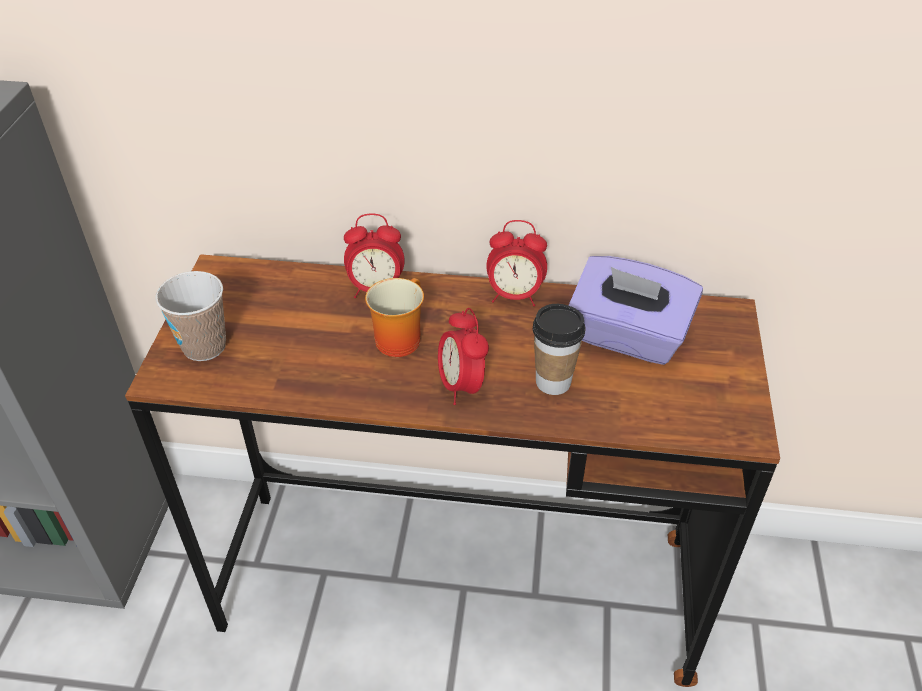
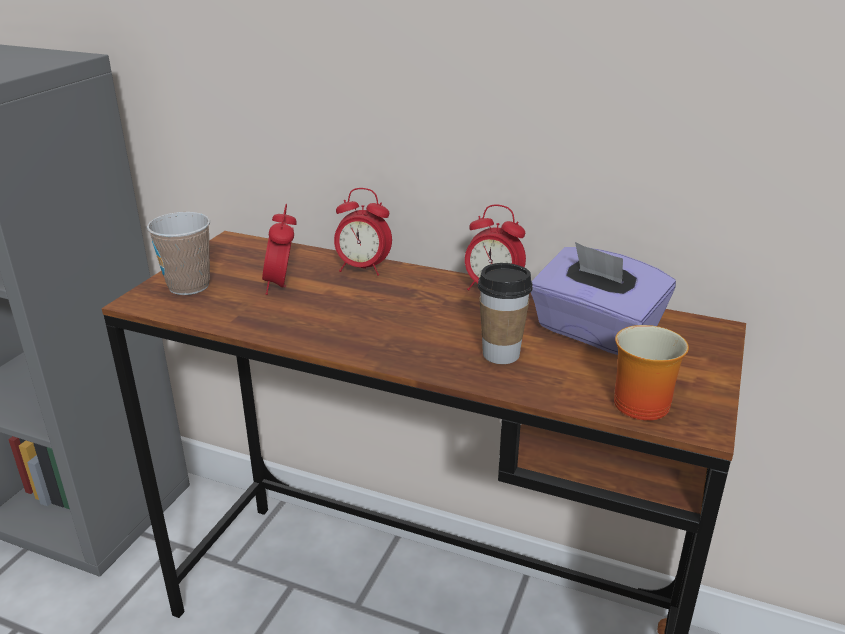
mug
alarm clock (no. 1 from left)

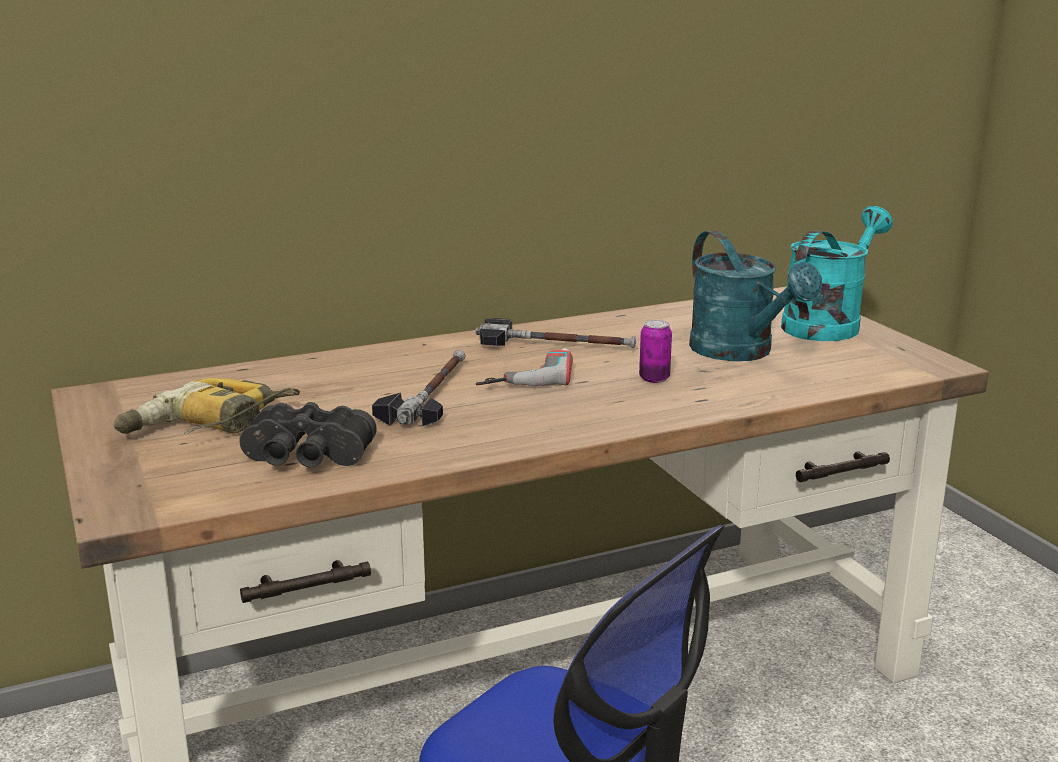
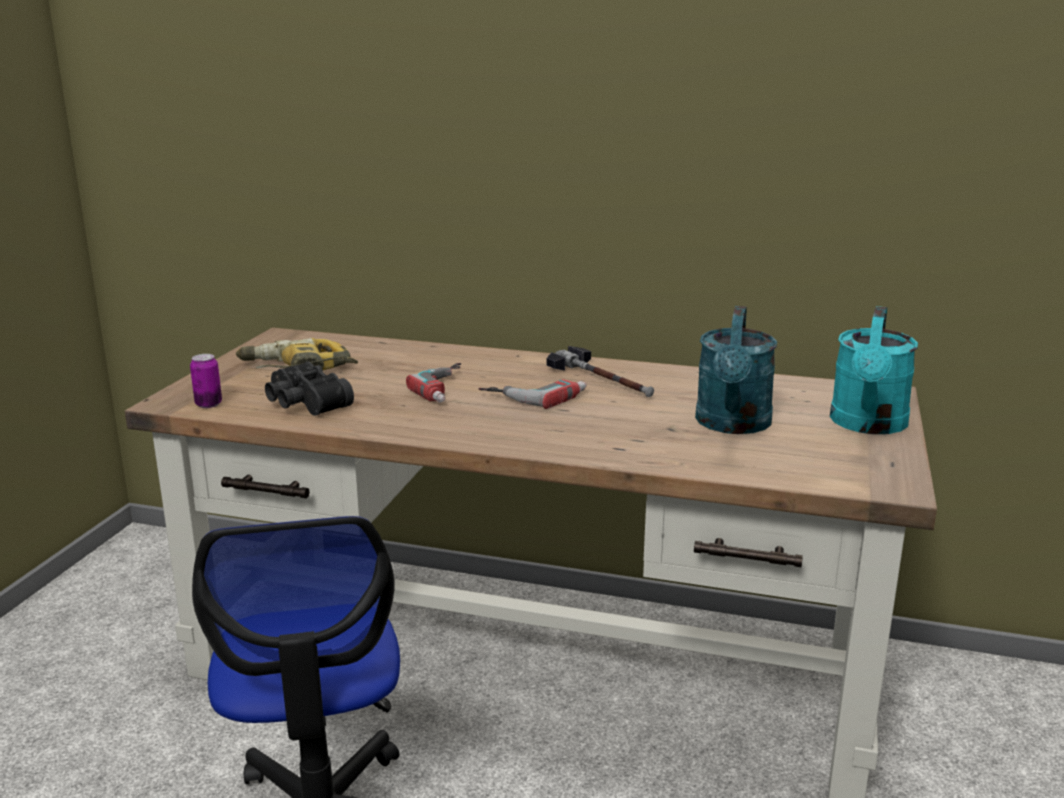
can
power drill (no. 2 from left)
watering can (turquoise) (no. 2 from left)

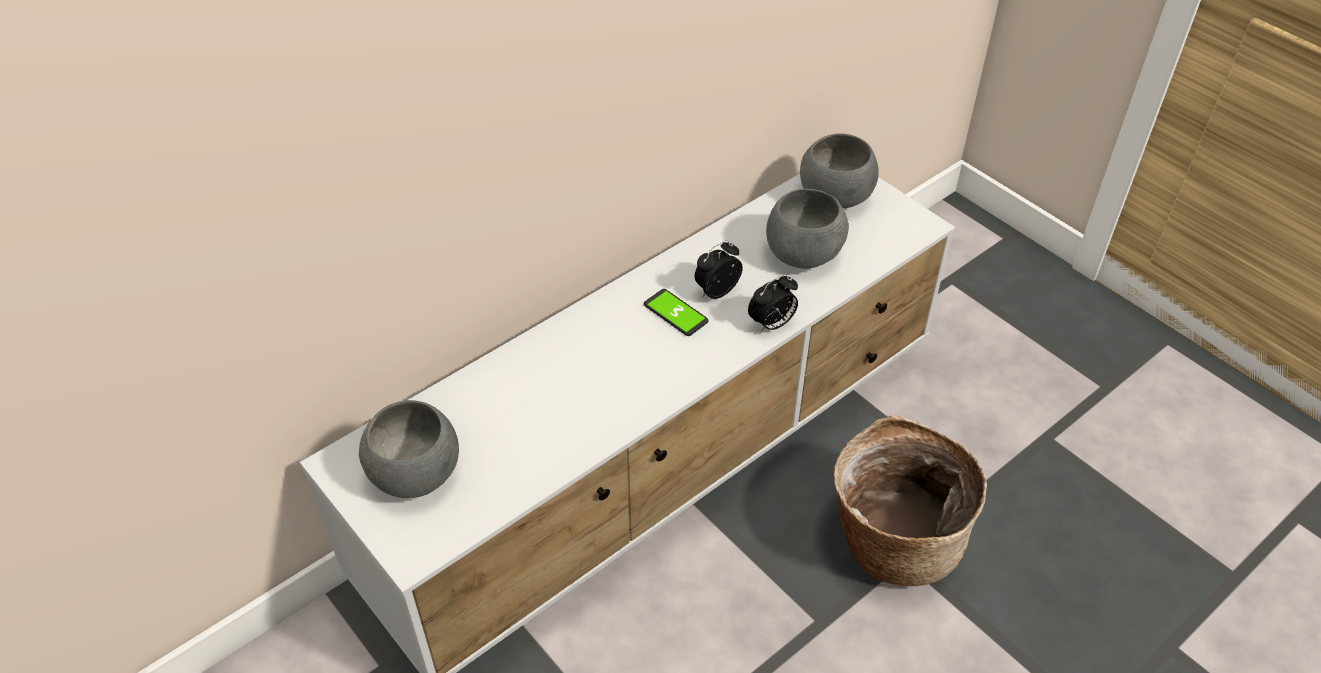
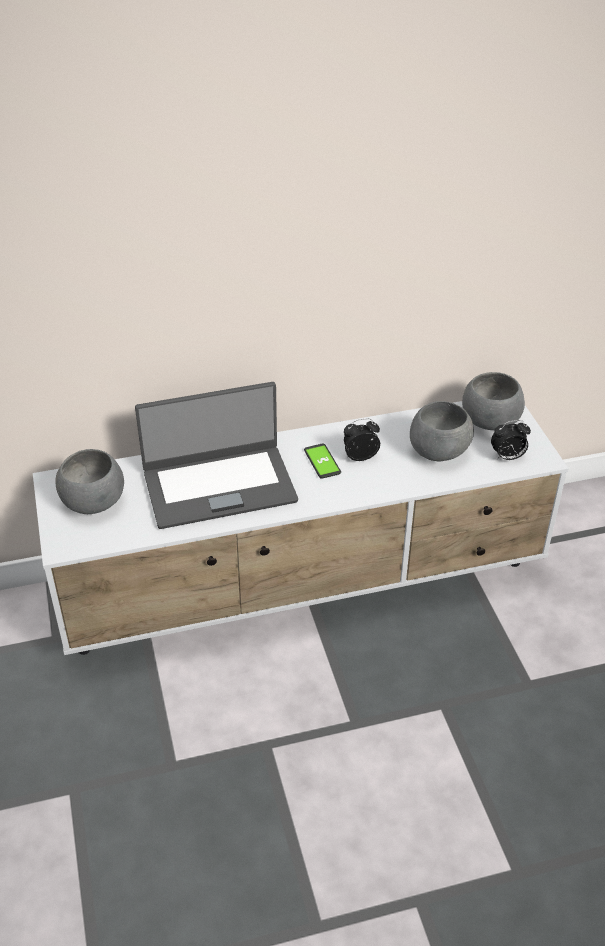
basket
laptop
alarm clock (no. 2 from left)

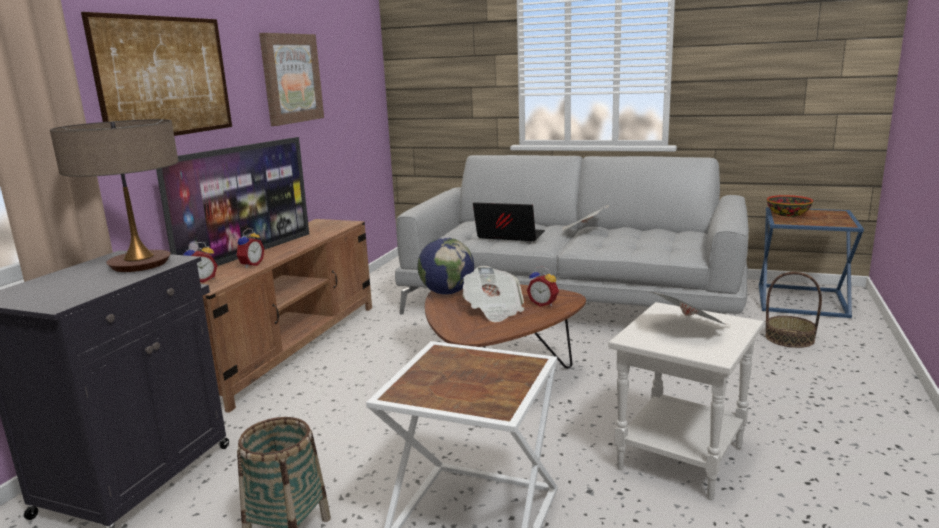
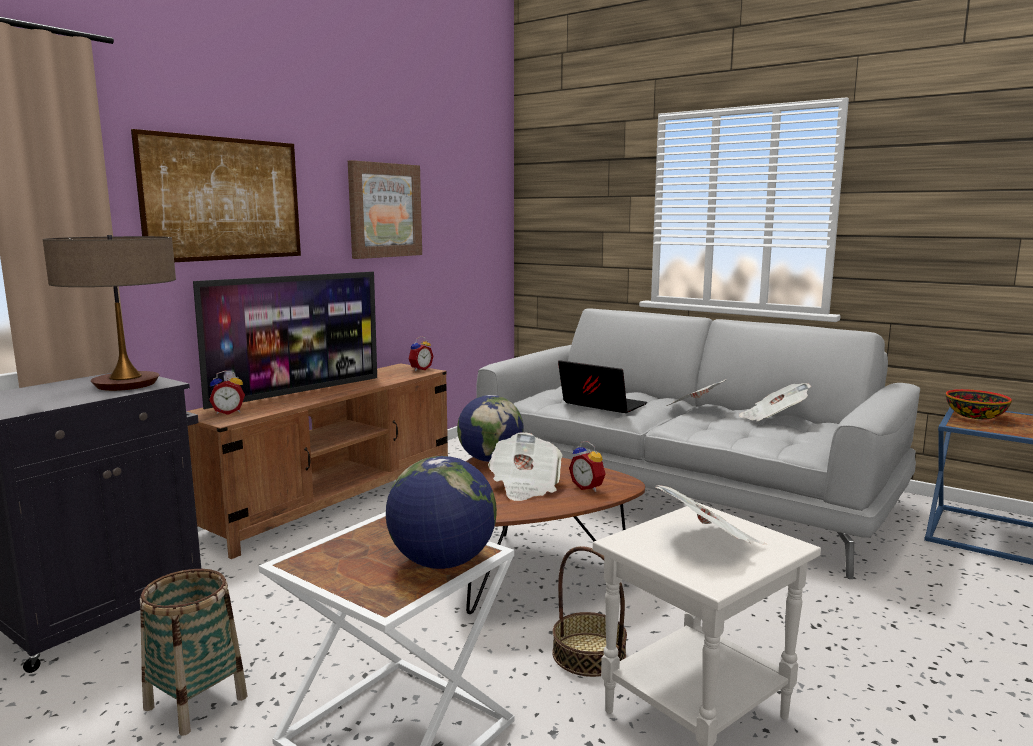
globe (no. 1 from left)
newspaper (no. 4 from left)
alarm clock (no. 2 from left)
basket (no. 2 from left)

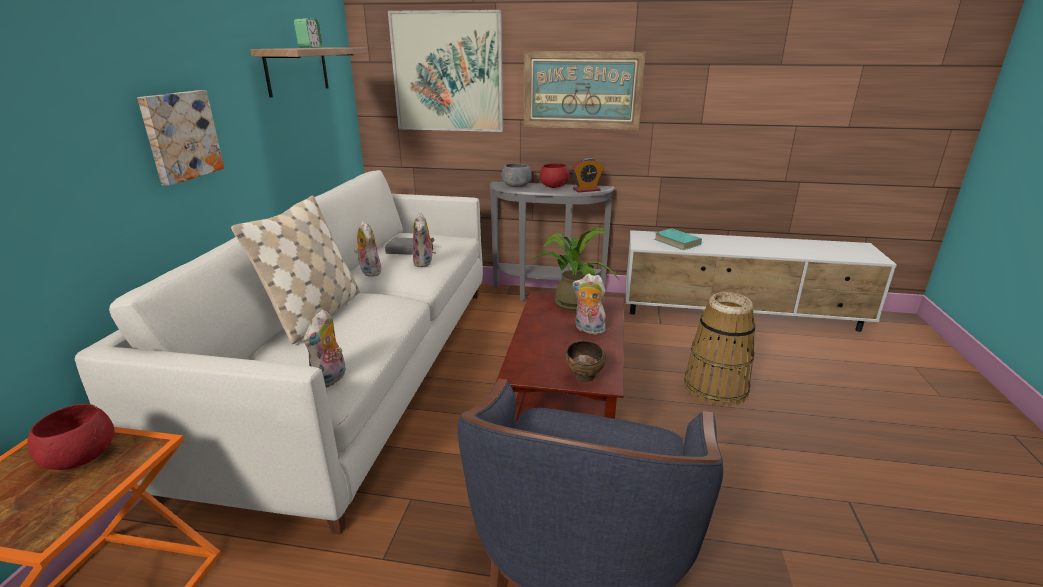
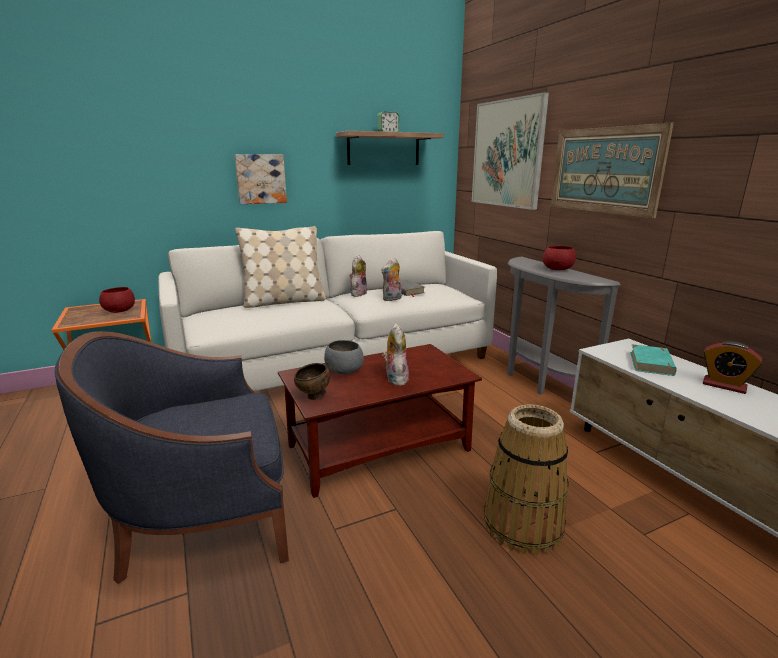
plush toy (no. 1 from left in the first image)
potted plant
bowl (grey)
alarm clock (no. 2 from left)

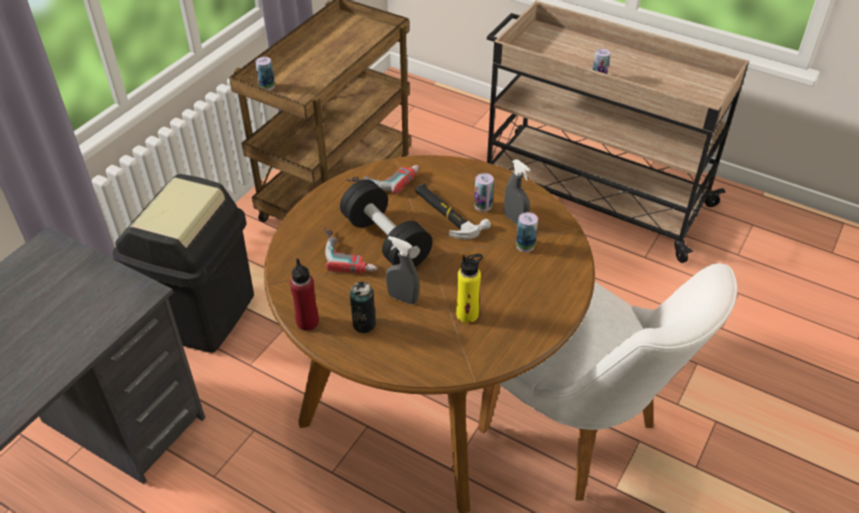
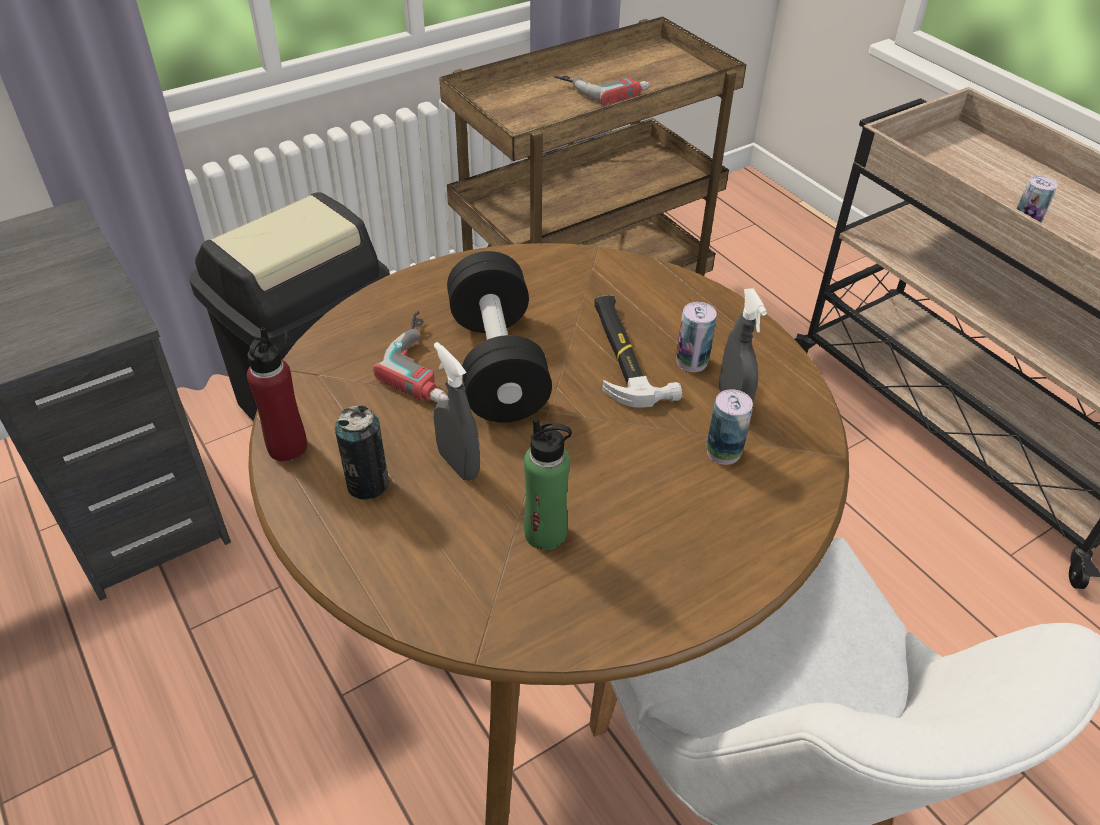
can (no. 1 from left in the first image)
power drill (no. 2 from left)
bottle (green)

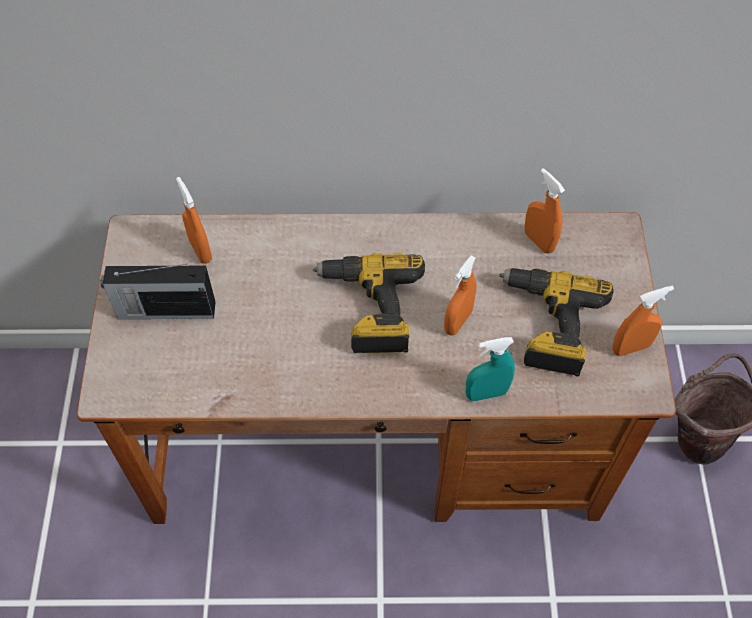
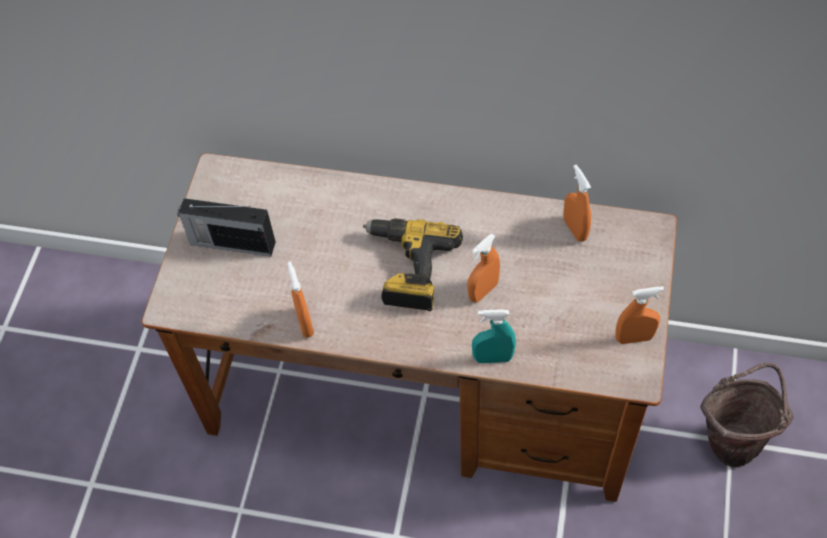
power drill (no. 2 from left in the first image)
spray bottle (orange) (no. 1 from left)

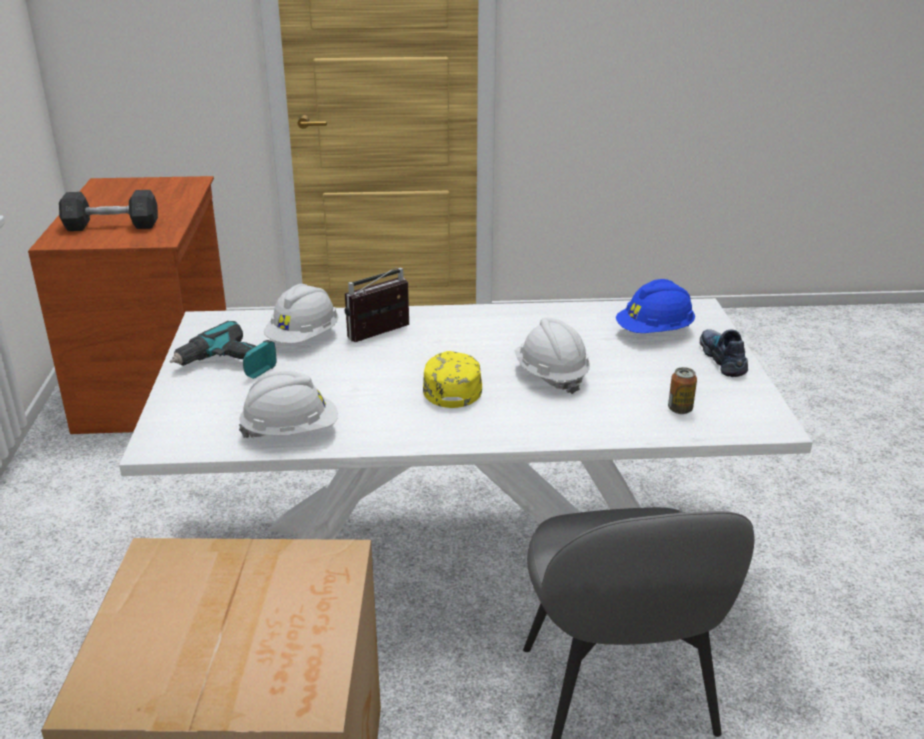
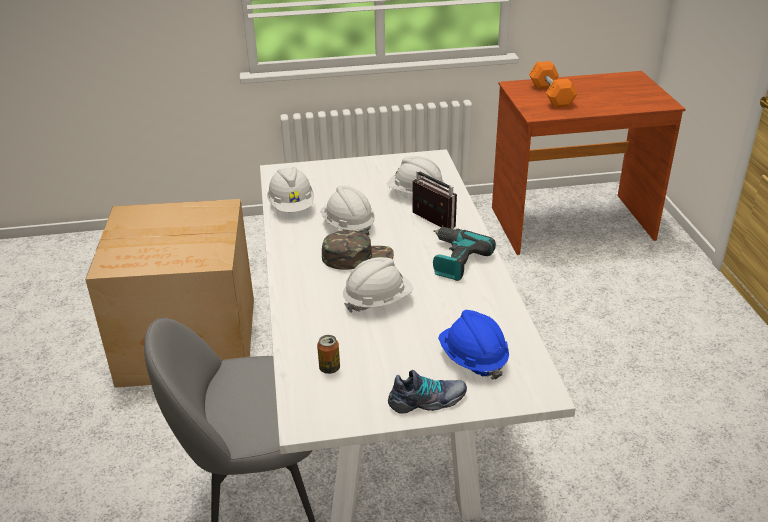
hard hat (white) (no. 2 from left)
power drill
dumbbell (orange)
cap (green)

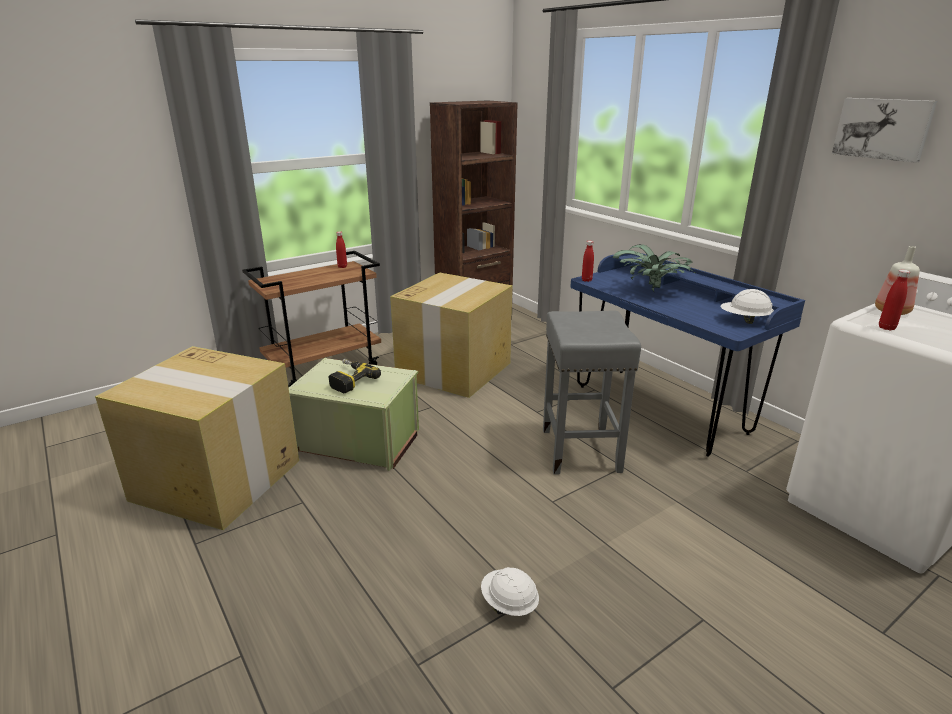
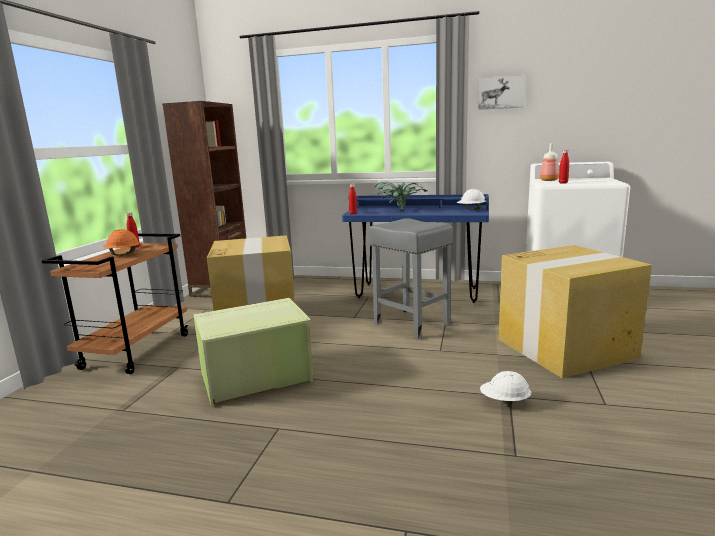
power drill
hard hat (orange)
cardboard box (no. 2 from left)

